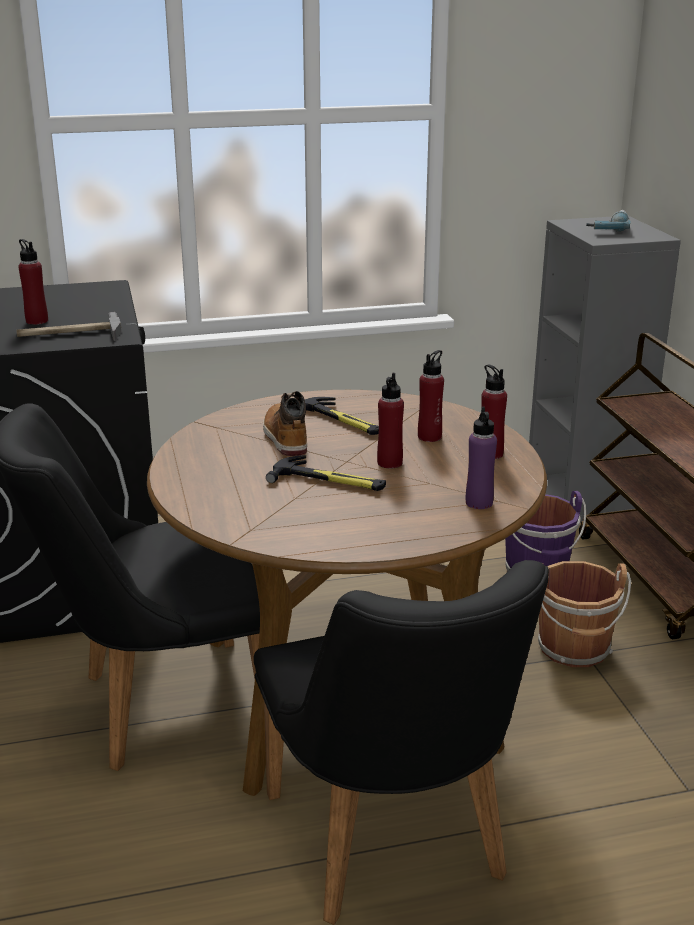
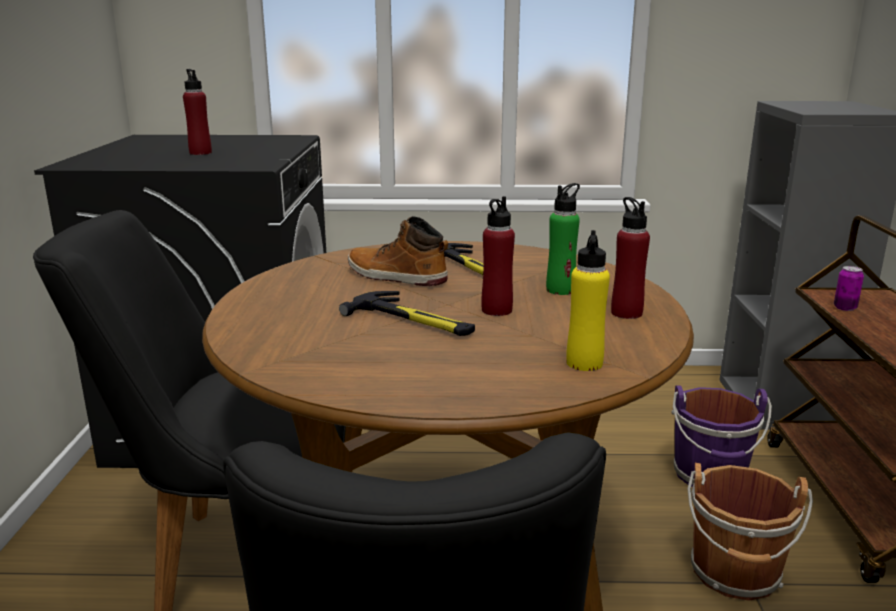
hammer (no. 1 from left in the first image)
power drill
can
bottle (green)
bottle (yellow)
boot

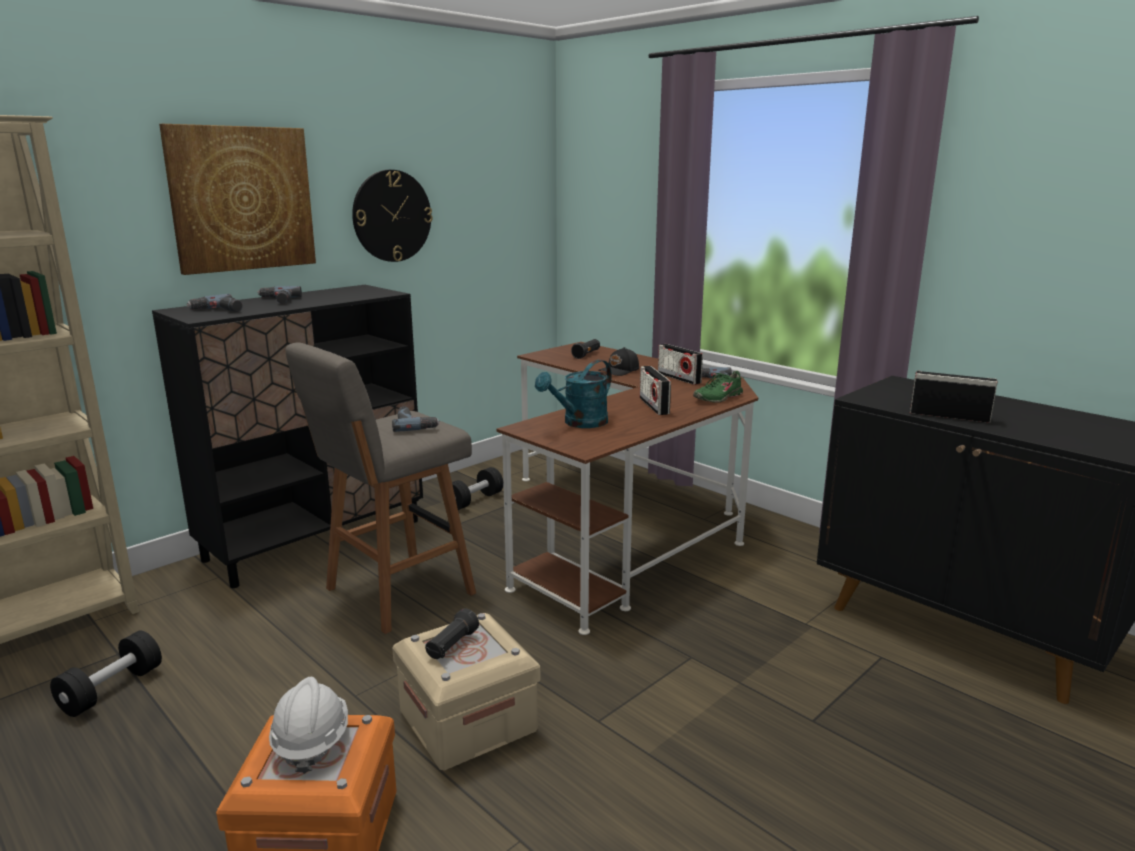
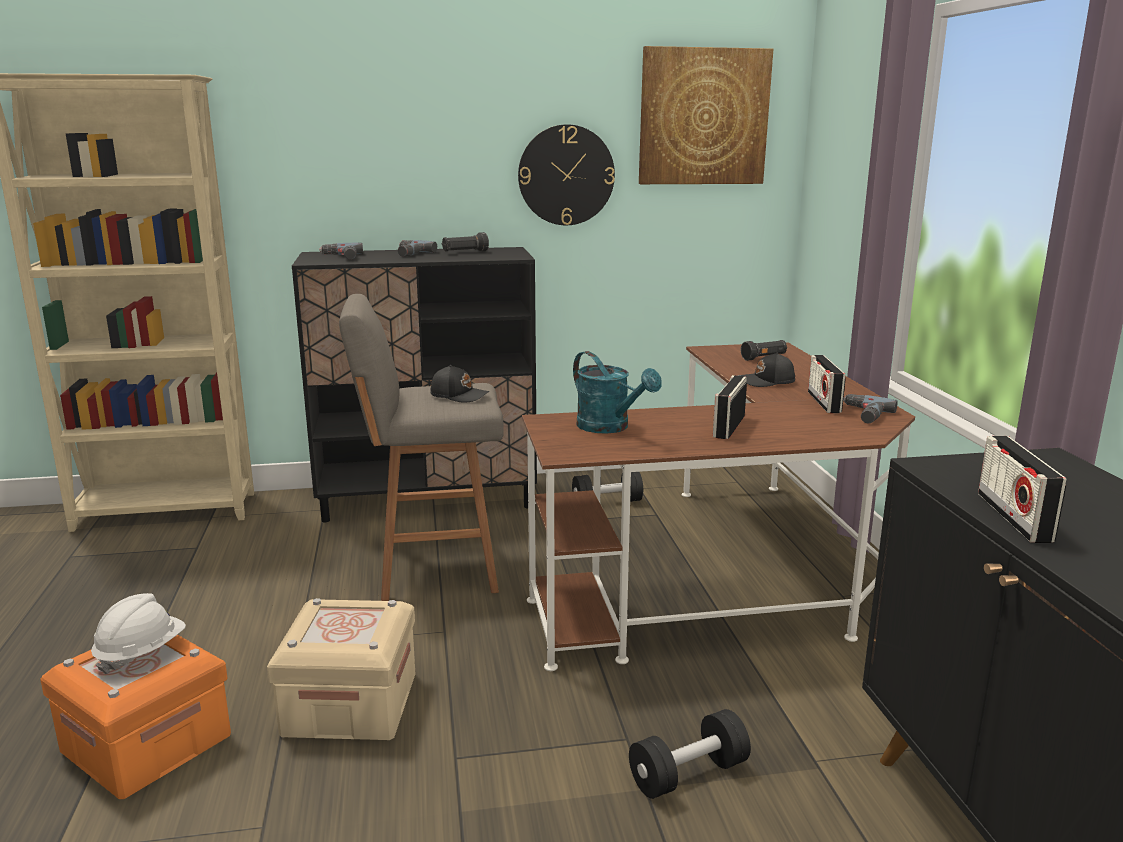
shoe (green)
dumbbell (black) (no. 2 from left)
picture
flashlight (black) (no. 1 from left)
cap (black) (no. 1 from left)
watering can (turquoise)
radio (no. 3 from left)

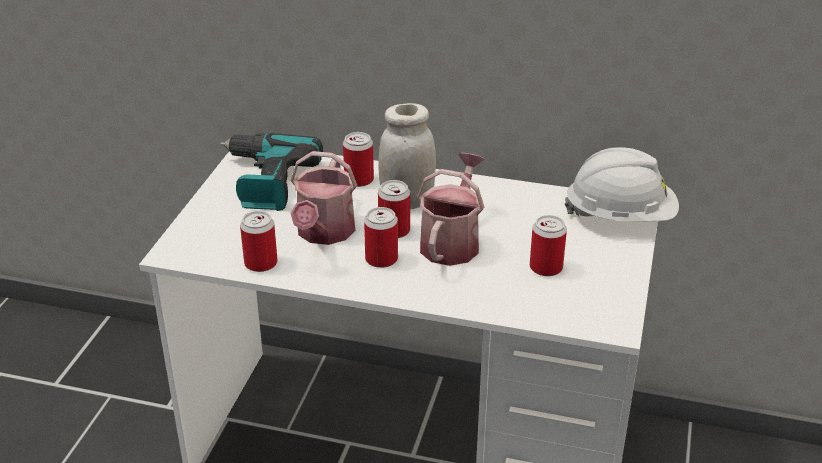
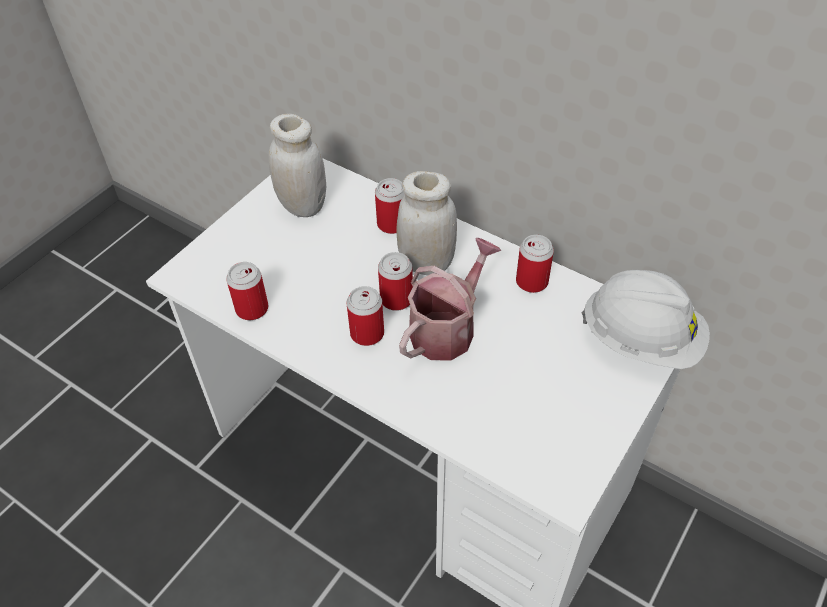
watering can (no. 1 from left in the first image)
can (no. 5 from left)
jar (white) (no. 1 from left)

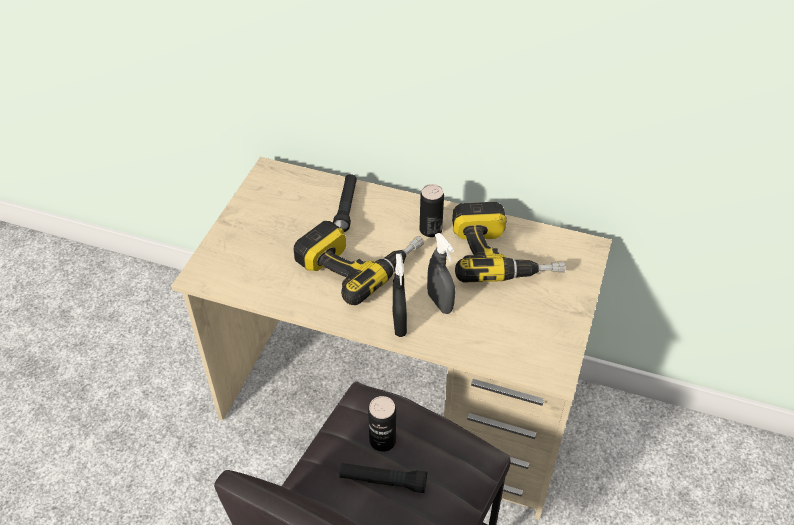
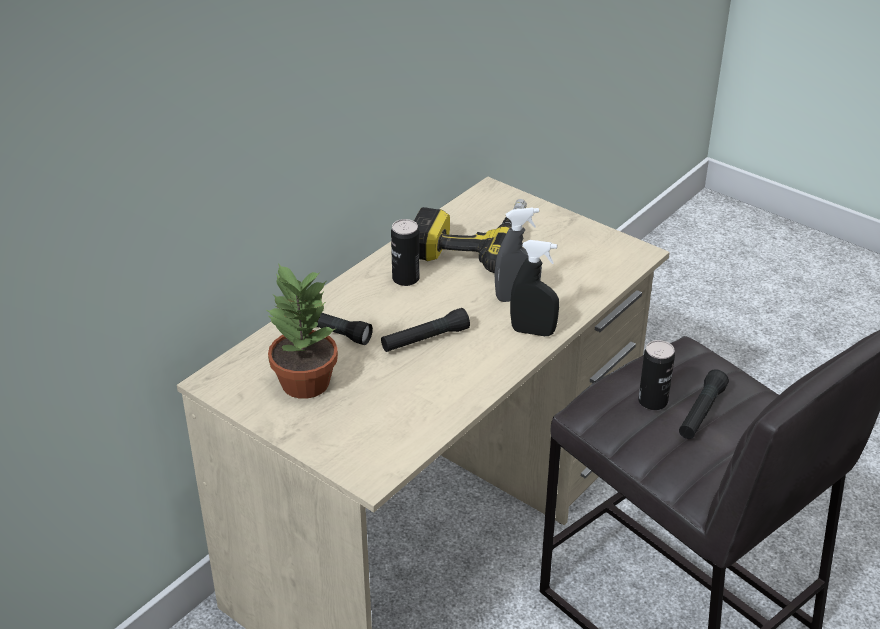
potted plant
flashlight (black) (no. 2 from left)

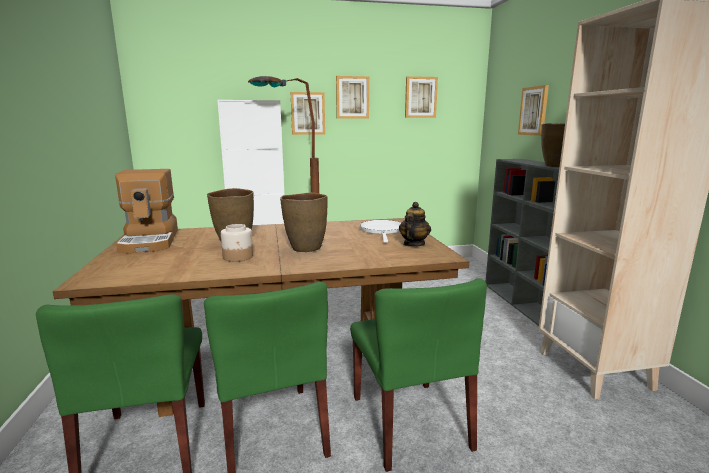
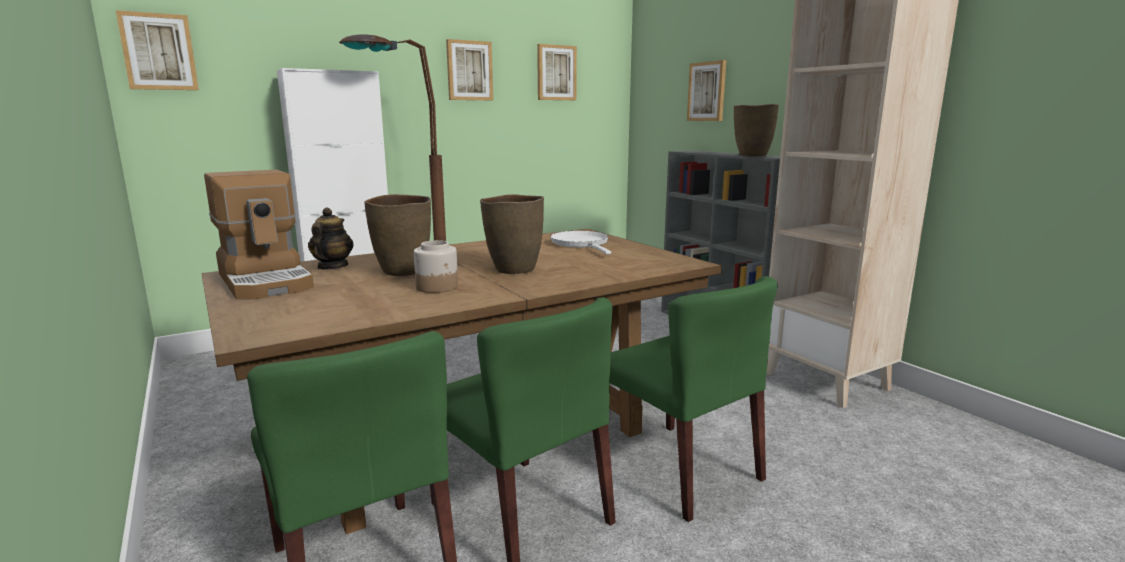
picture (no. 1 from left)
teapot

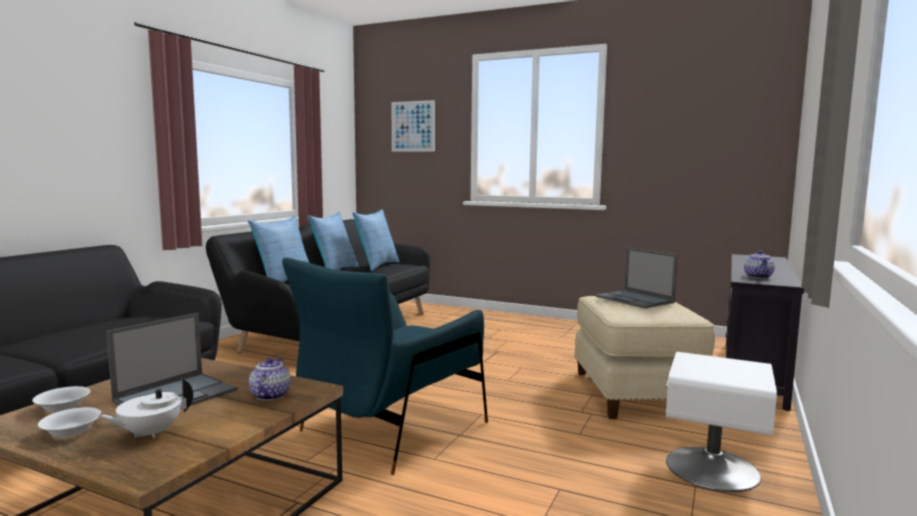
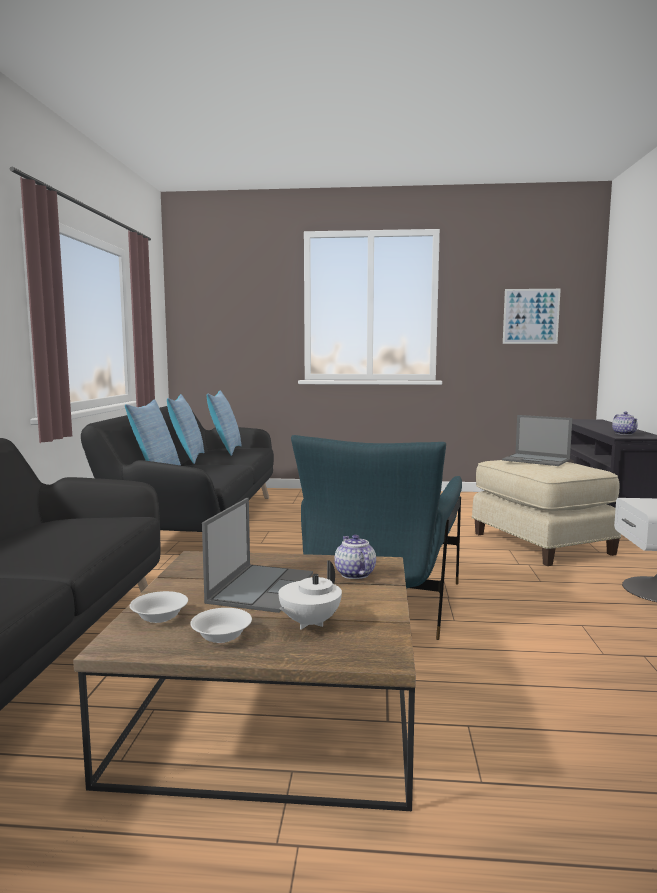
picture

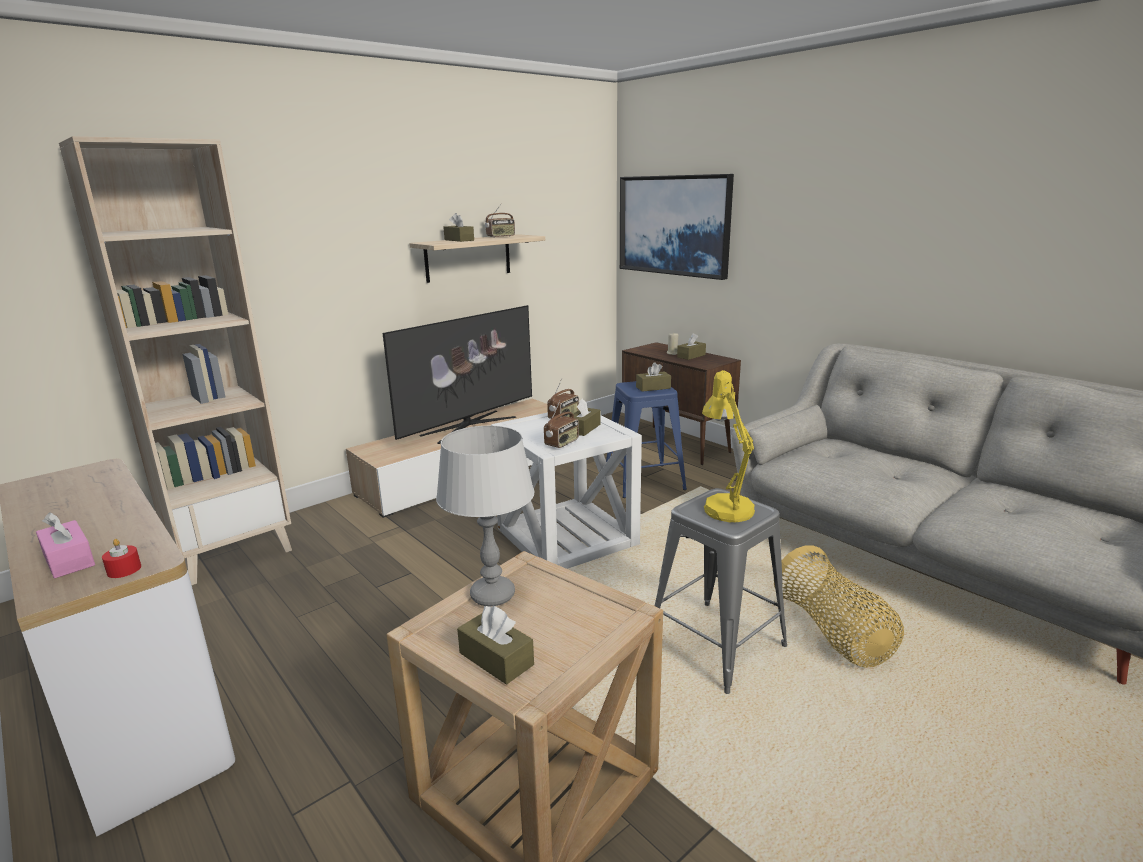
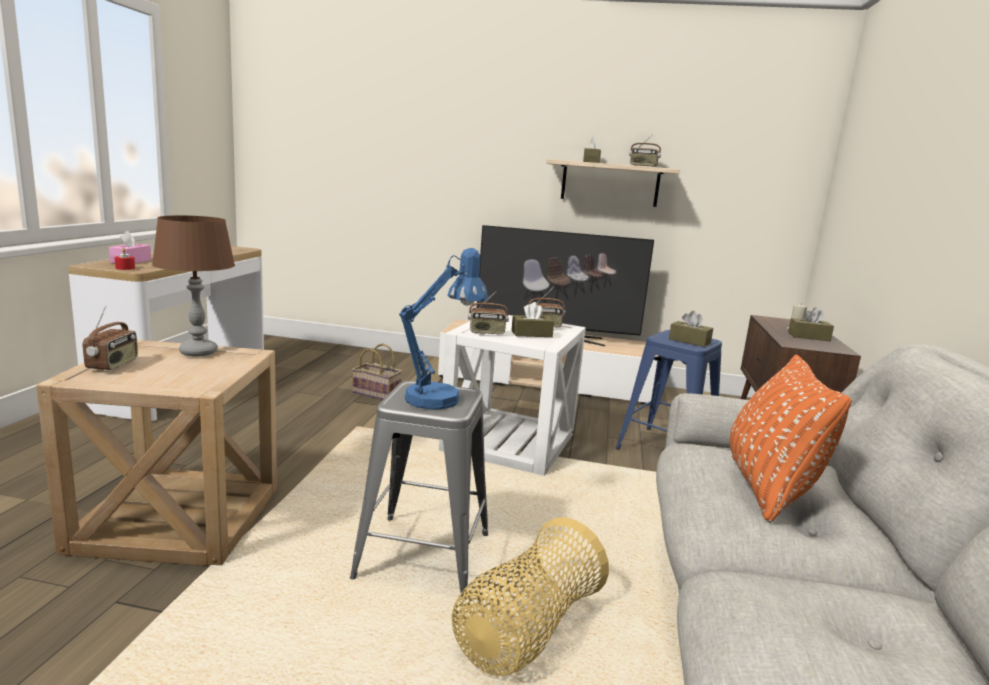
bookcase (beige)
picture
basket (no. 1 from left)
pillow (orange)
radio (no. 1 from left)
table lamp (brown)
table lamp (blue)

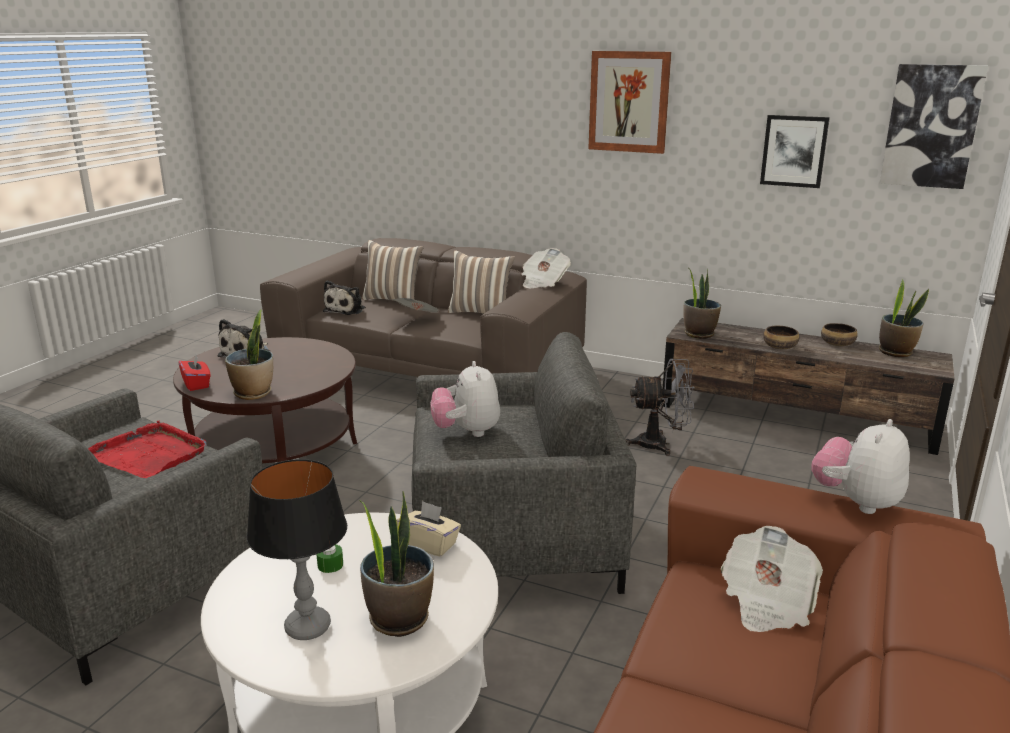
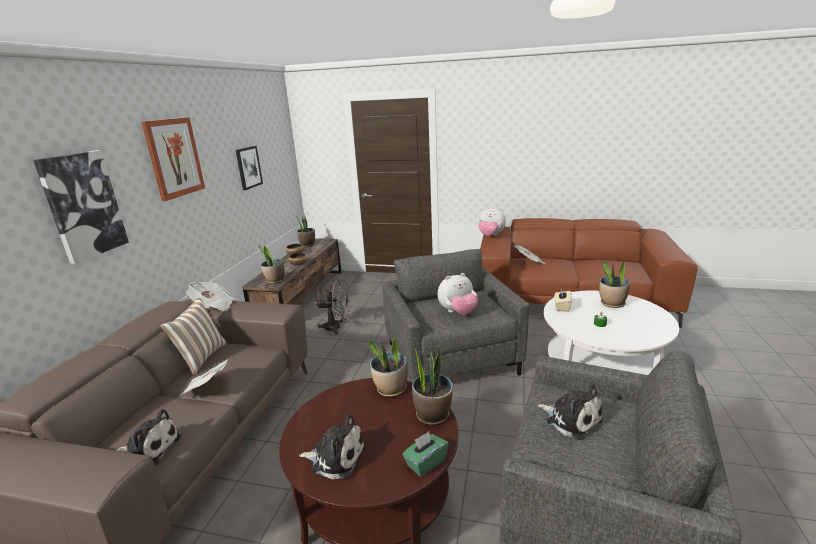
table lamp
pillow (no. 1 from left in the first image)
potted plant (no. 3 from left)
picture (no. 1 from left)
plush toy (no. 5 from left)
tissue box (green)
fan (grey)

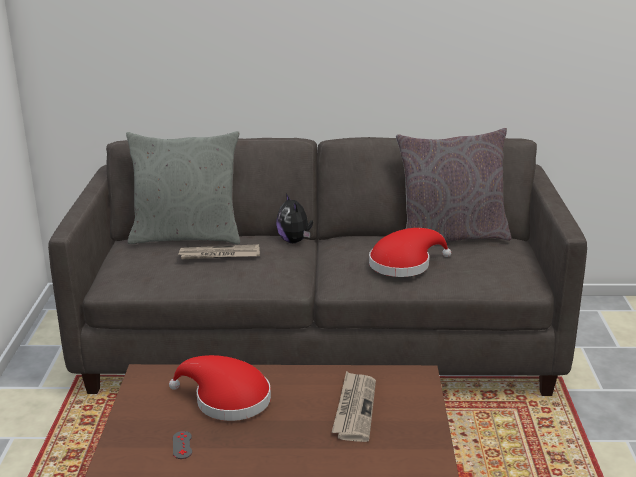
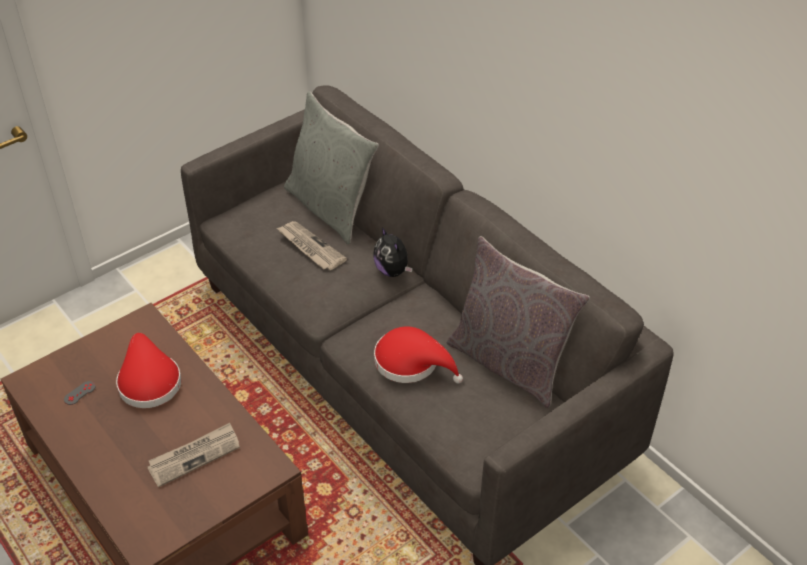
plush toy

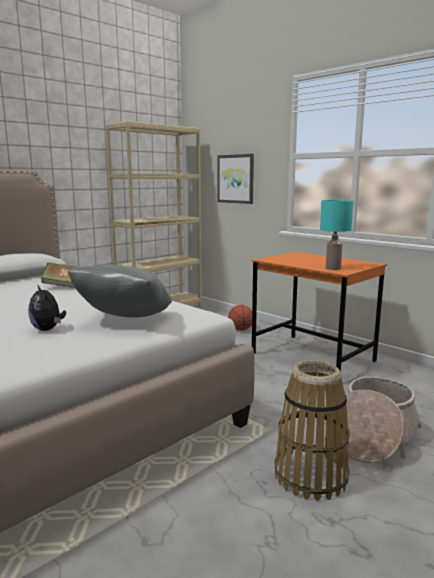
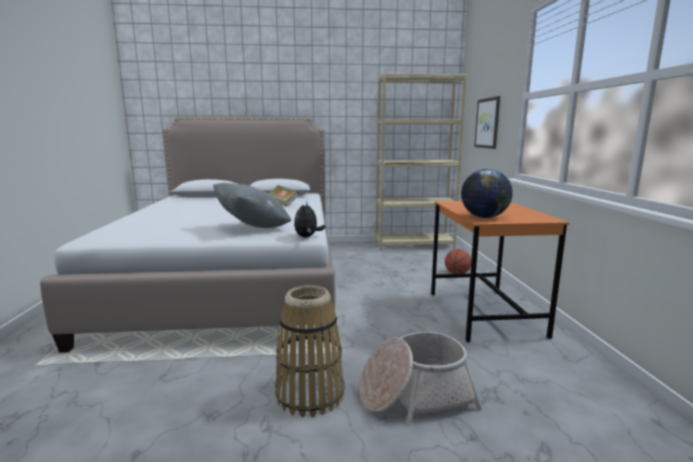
plush toy
globe

